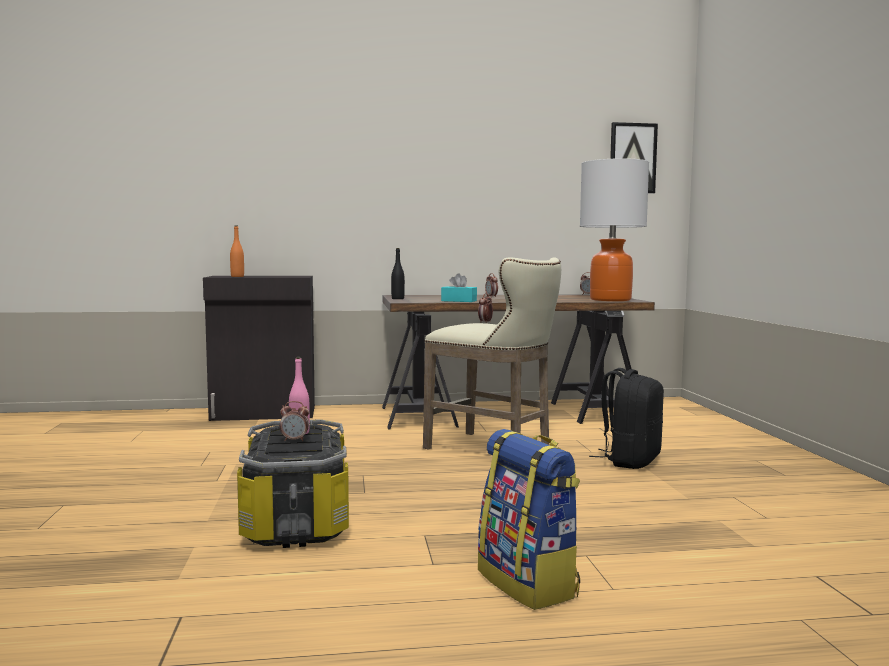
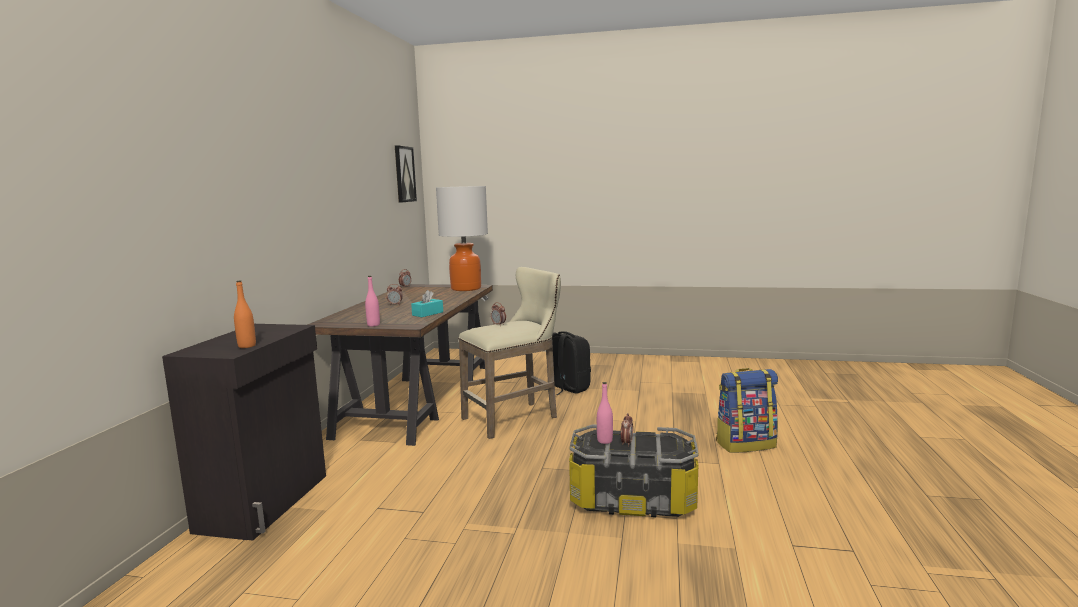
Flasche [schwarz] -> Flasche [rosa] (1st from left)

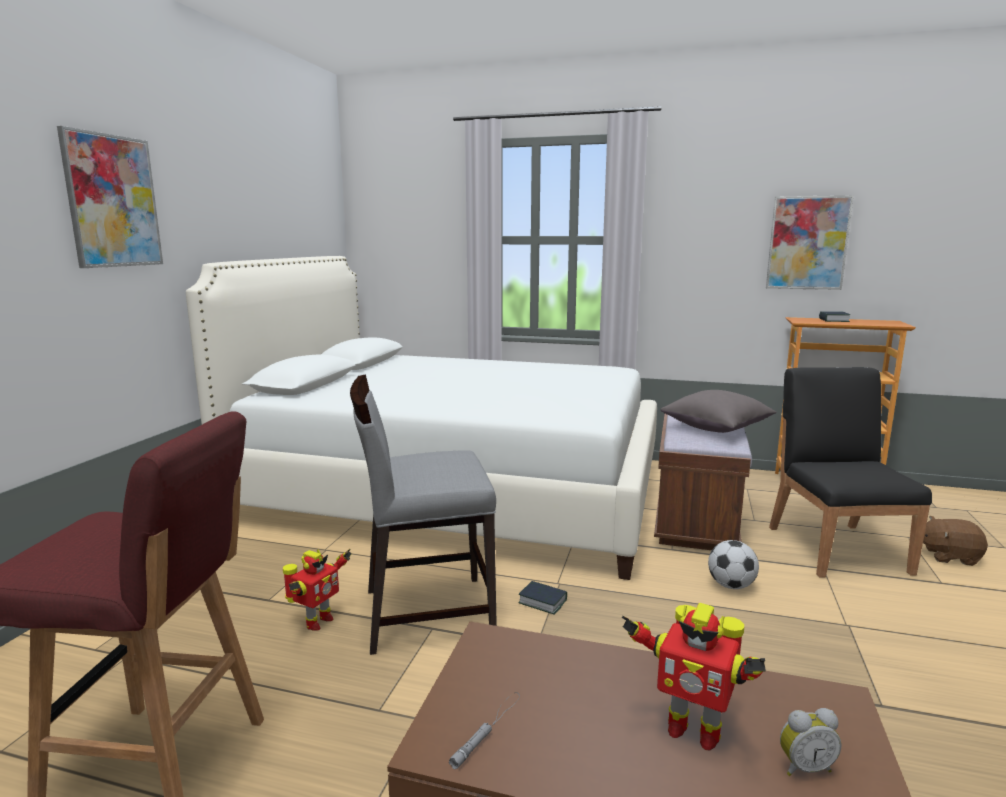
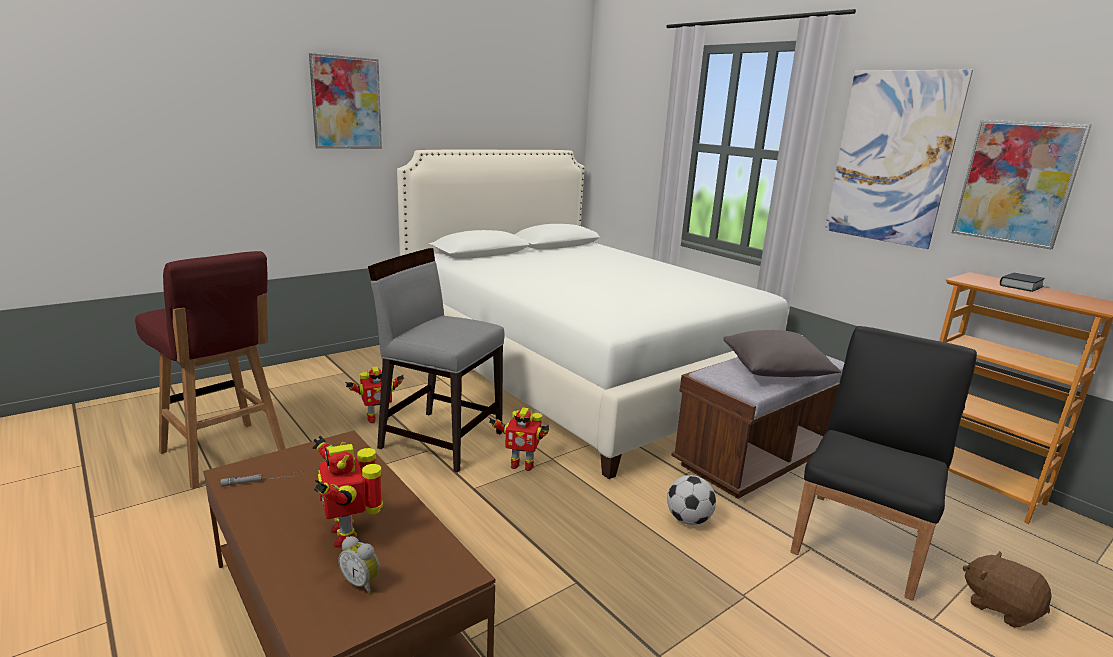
none -> Bild (2nd from left)
Buch (1st from left) -> Spielzeugroboter (3rd from left)

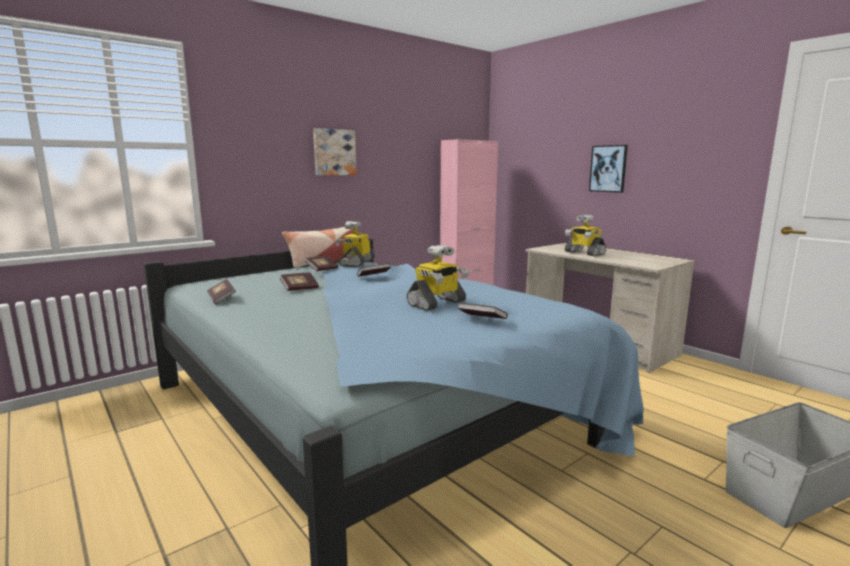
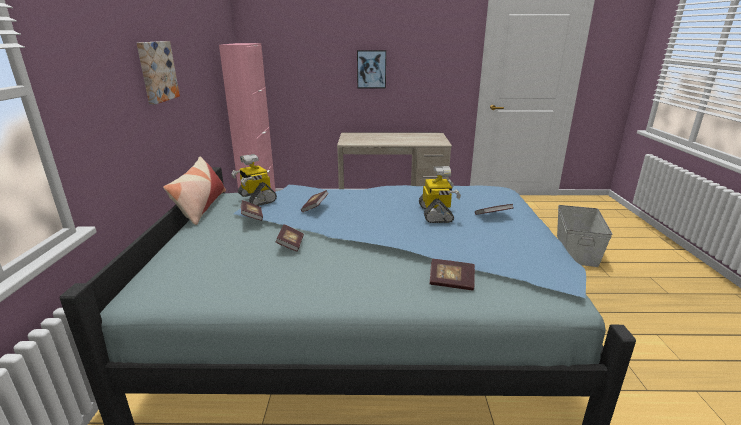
Spielzeugroboter (3rd from left) -> none
Buch (1st from left in the first image) -> Buch (4th from left), moved

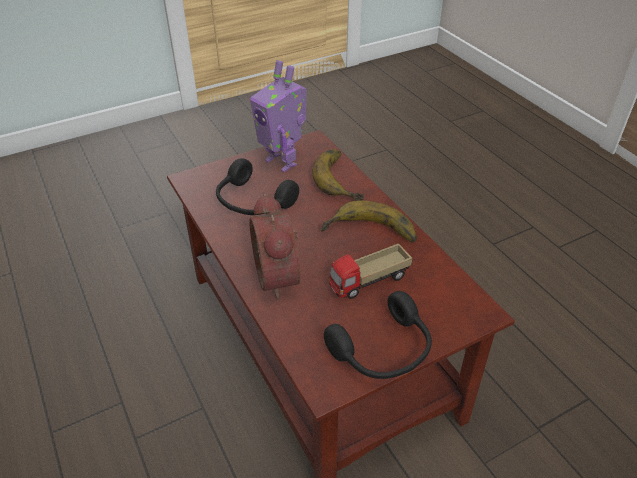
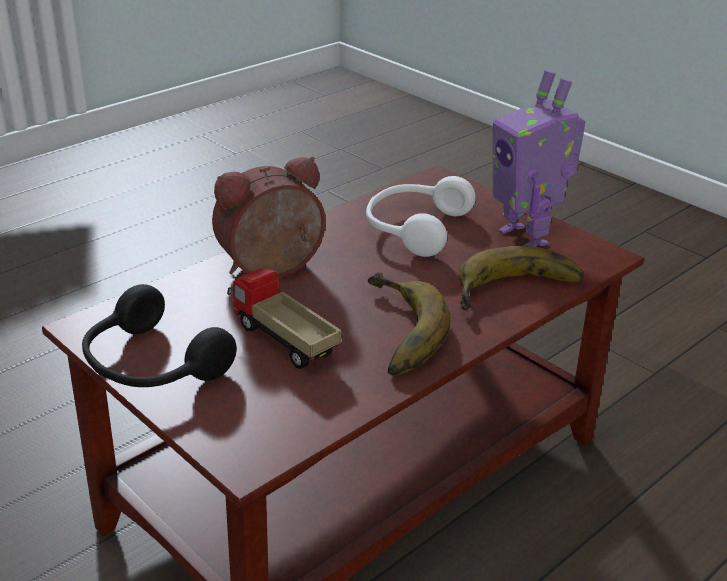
Kopfhörer [schwarz] (1st from left) -> Kopfhörer [weiß]
Spielzeugroboter, 60 degrees counterclockwise

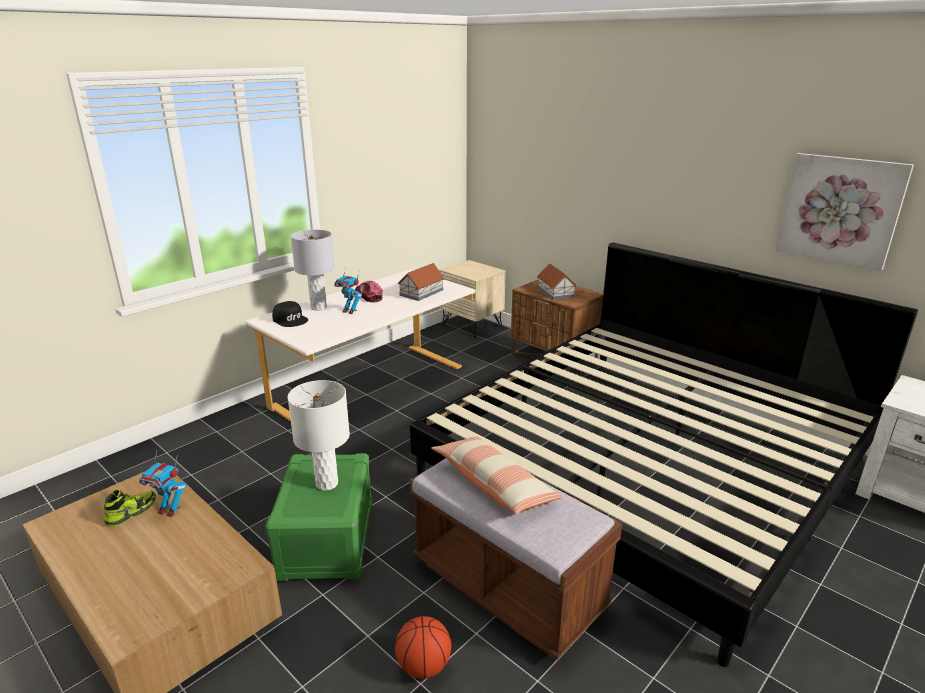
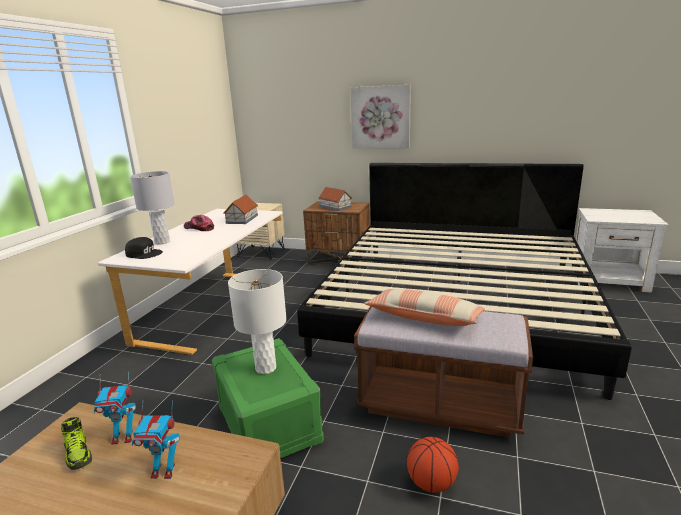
Spielzeugroboter (2nd from left), moved
Bild, moved
Schuh, 135 degrees clockwise

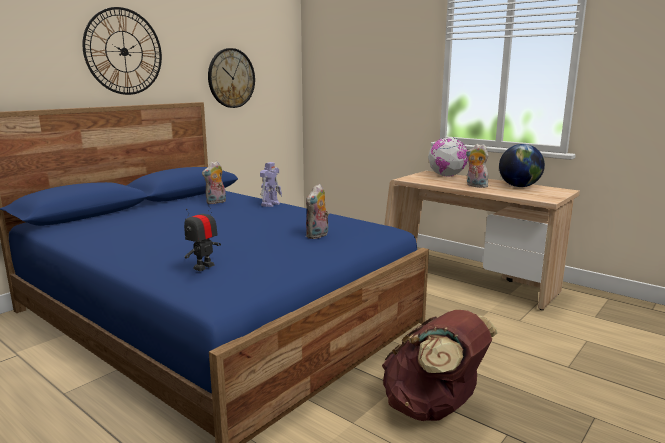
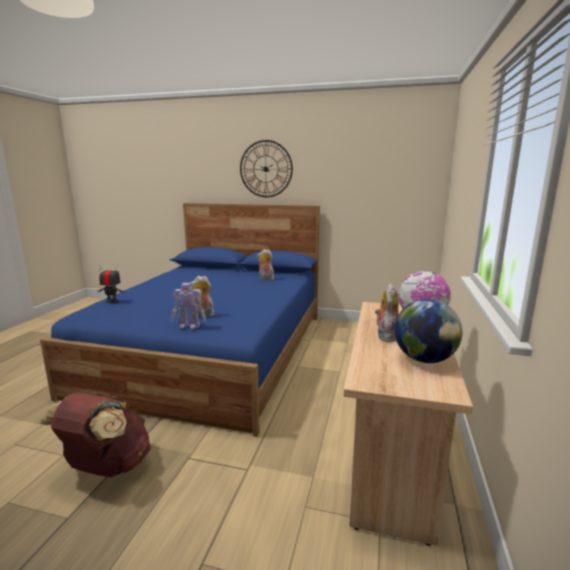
Wanduhr (2nd from left) -> none
Spielzeugroboter (2nd from left), moved

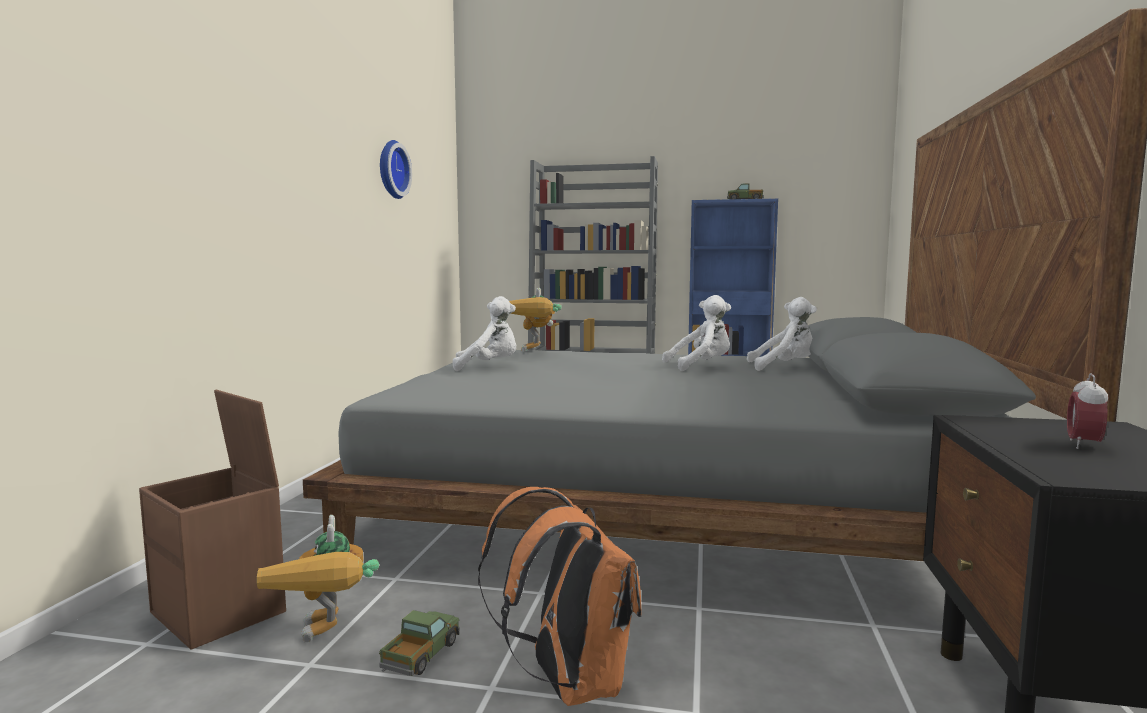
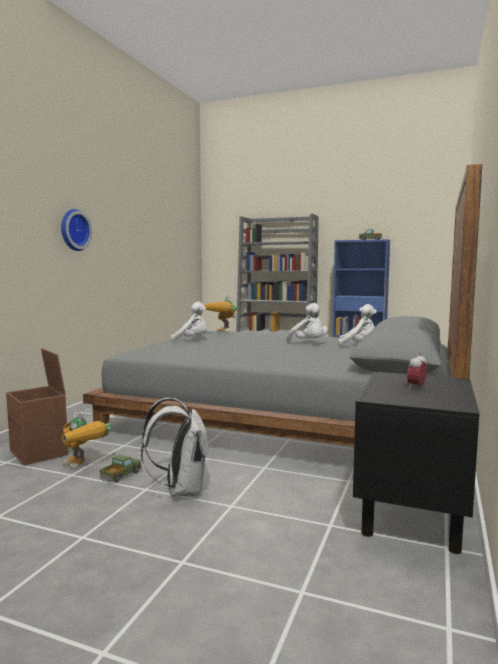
Wanduhr, moved
Rucksack [orange] -> Rucksack [weiß]
Spielzeugroboter (1st from left), 45 degrees counterclockwise
Plüschtier [weiß] (2nd from left), 60 degrees clockwise

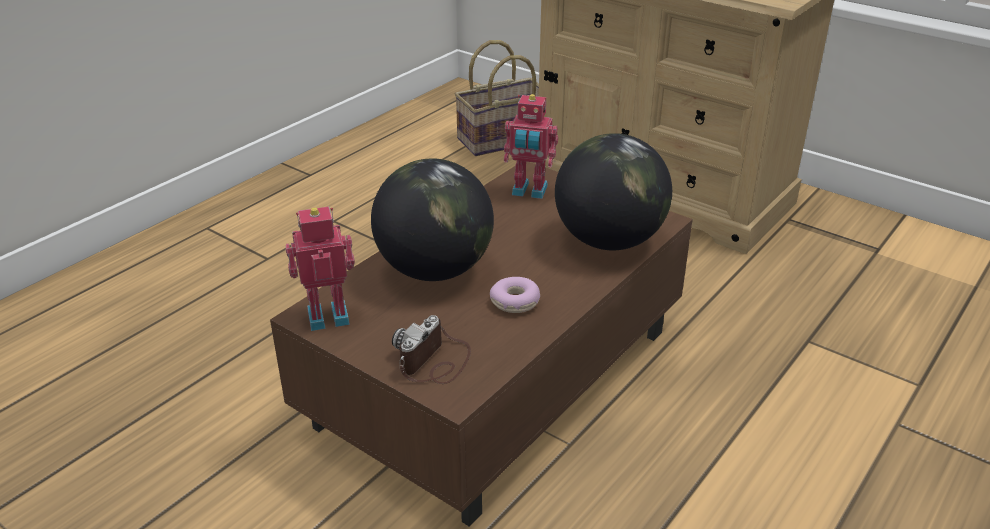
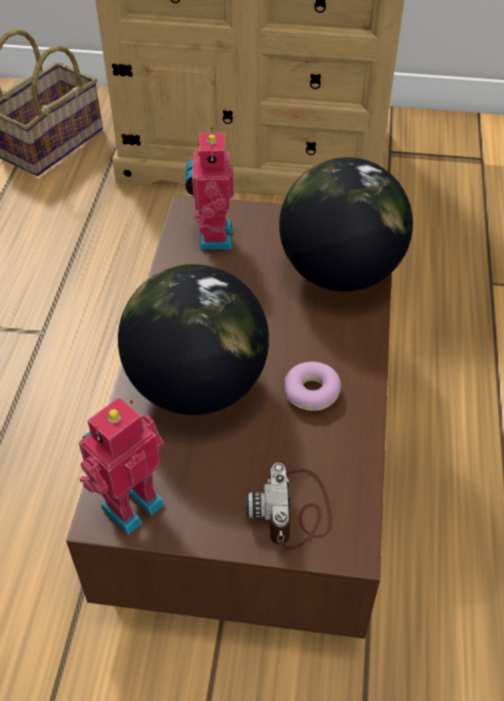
Spielzeugroboter (2nd from left), 105 degrees clockwise

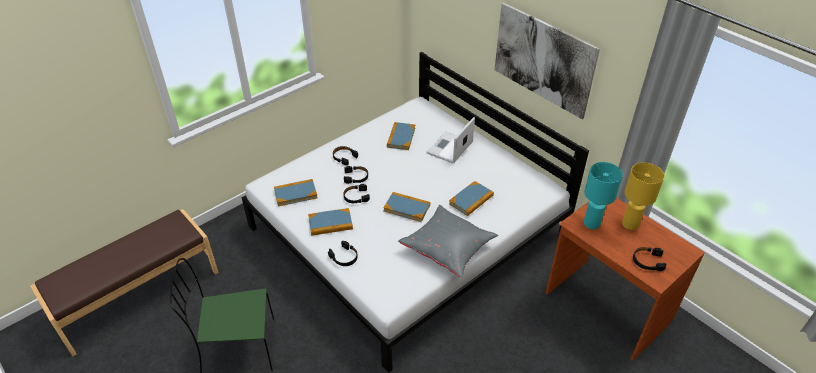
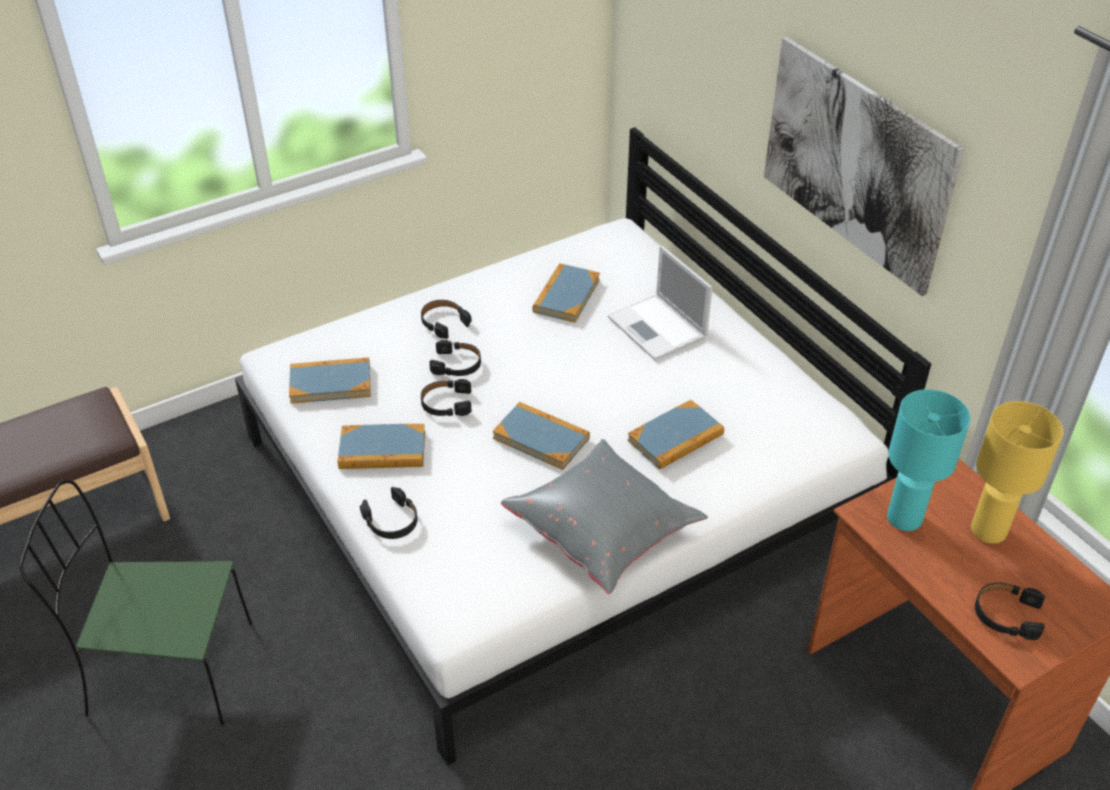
Laptop, 75 degrees counterclockwise

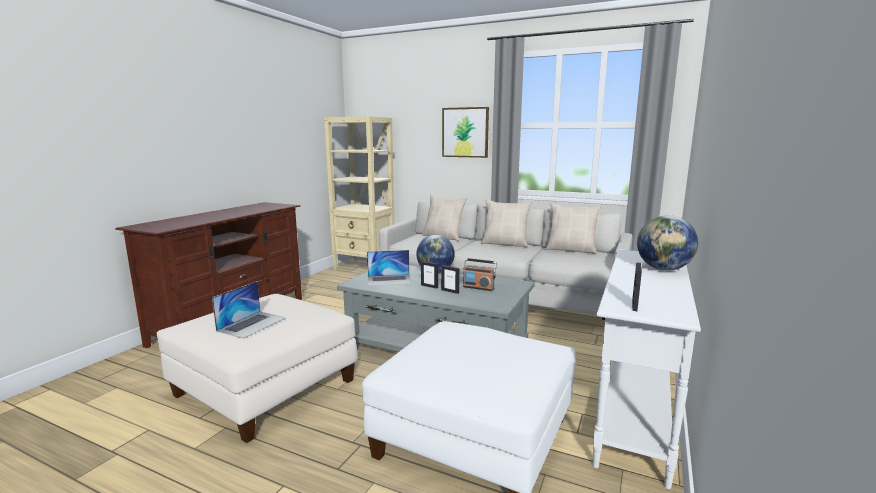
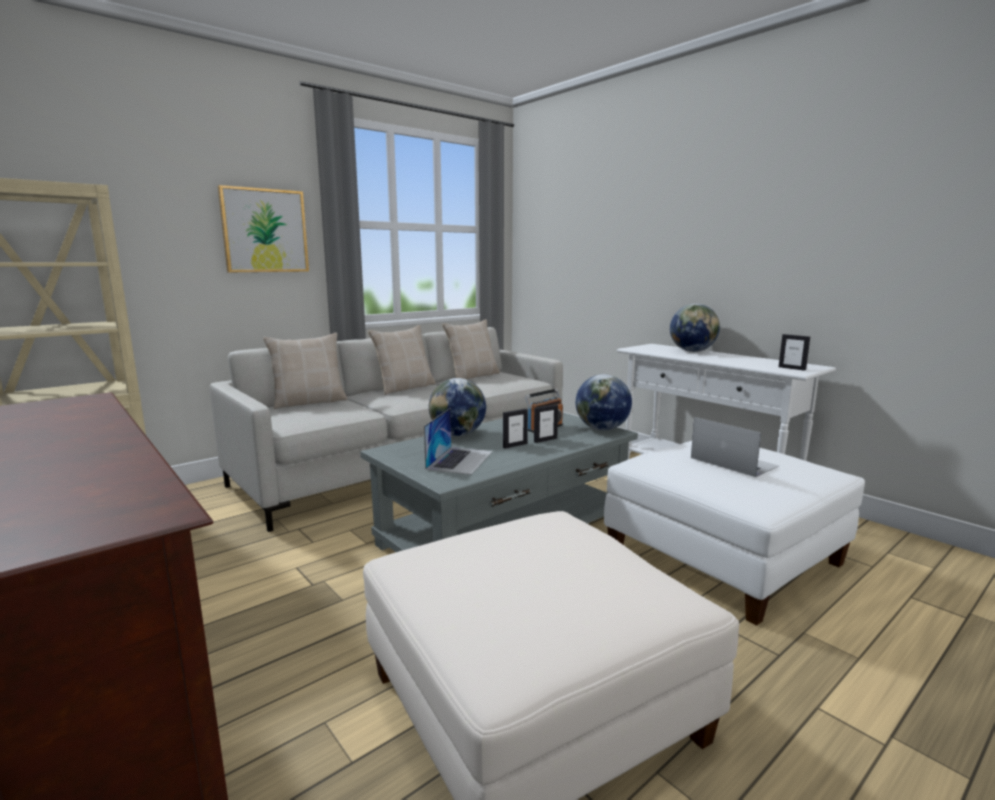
none -> Globus (2nd from left)
Laptop (1st from left in the first image) -> Laptop (2nd from left), moved

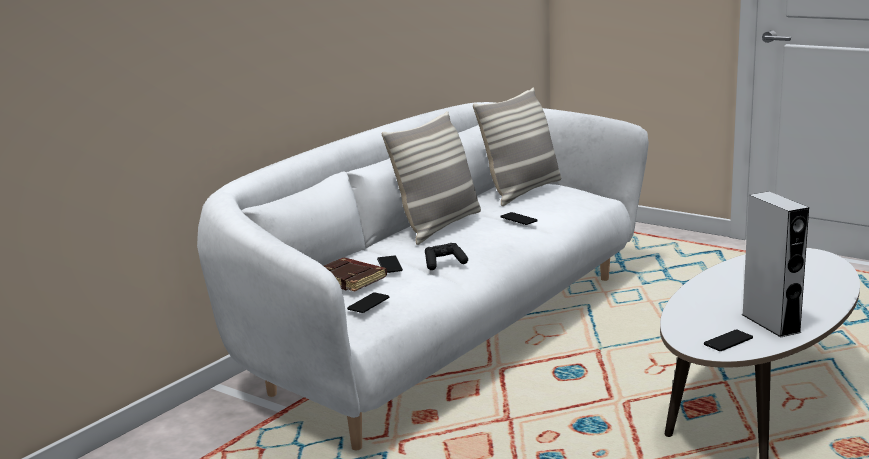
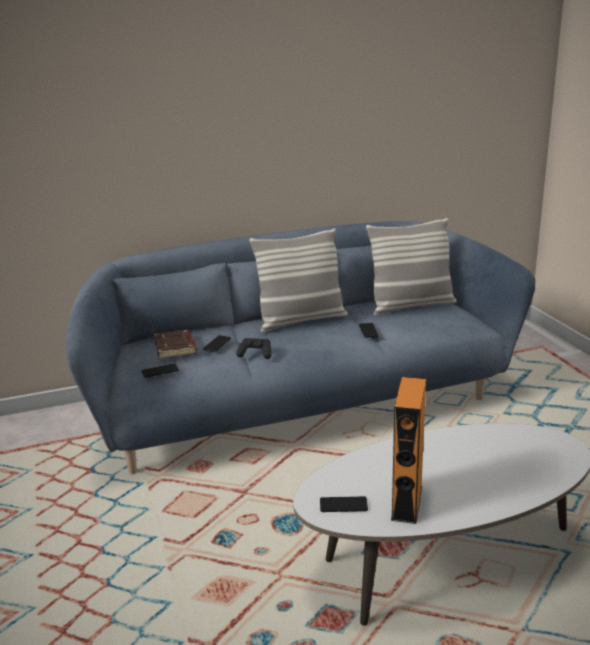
Sofa [weiß] -> Sofa [blau]
Lautsprecher [grau] -> Lautsprecher [orange]

